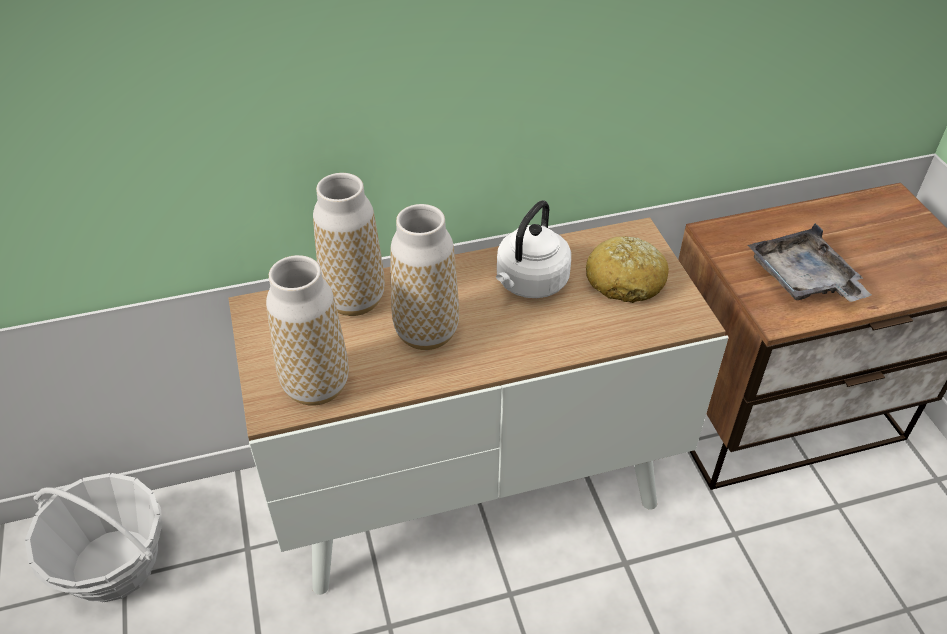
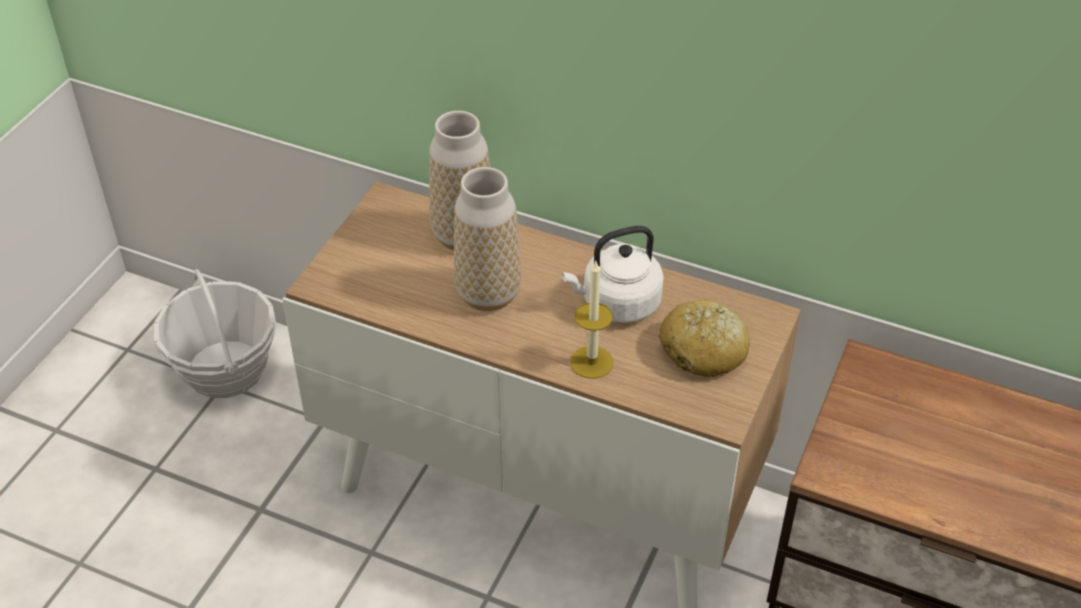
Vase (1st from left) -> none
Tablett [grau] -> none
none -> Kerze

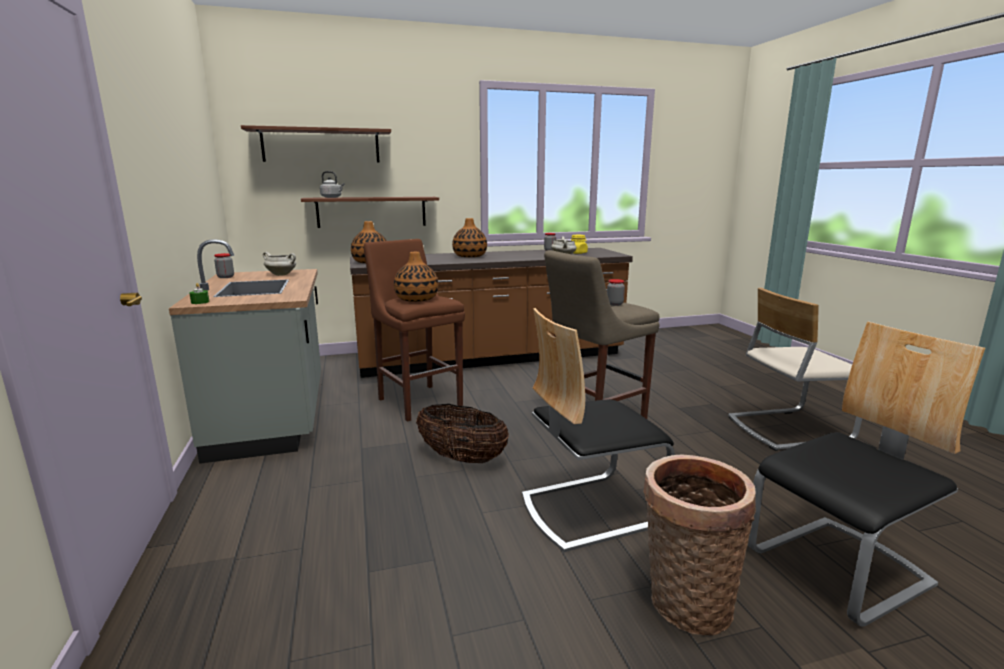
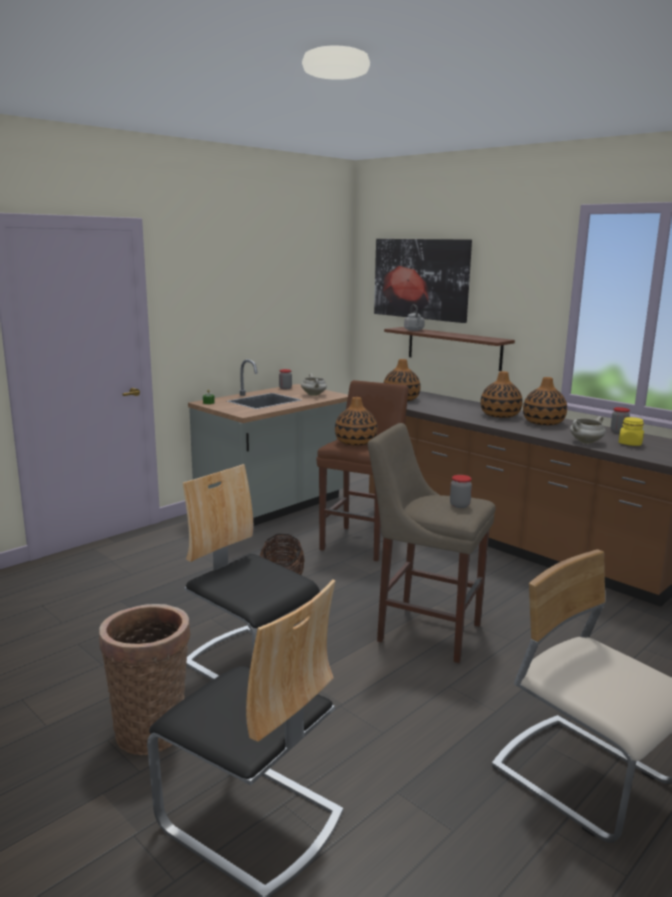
none -> Vase (4th from left)
Wandregal [braun] (1st from left) -> Bild

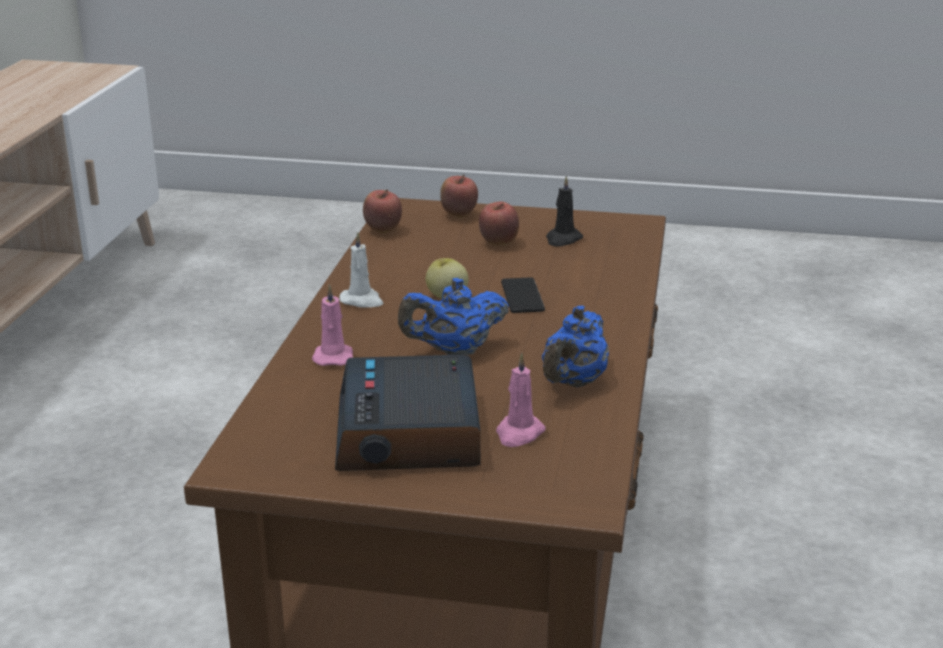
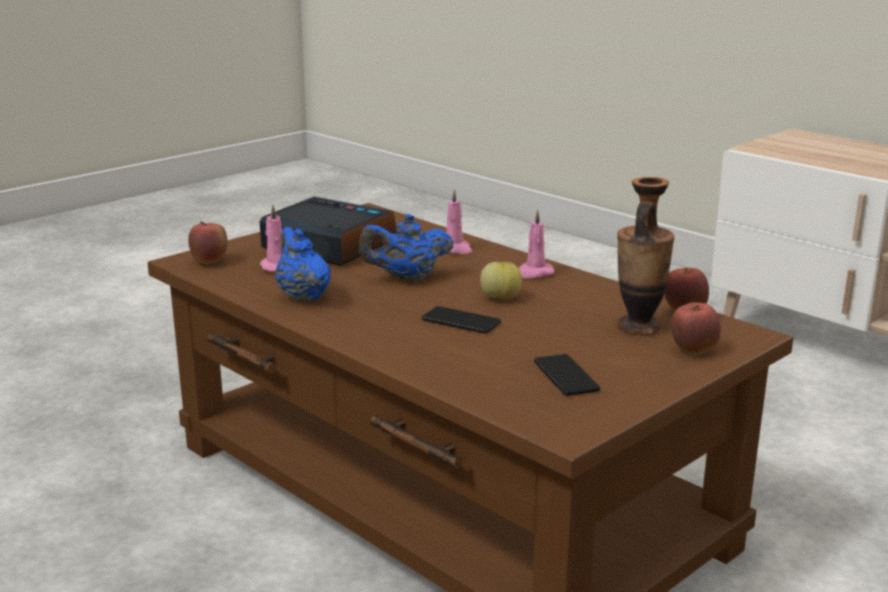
none -> Vase
Apfel (4th from left in the first image) -> Apfel (1st from left), moved
Kerze [schwarz] -> Handy (2nd from left)
Kerze [weiß] -> Kerze [rosa] (3rd from left)
Teekanne [blau] (1st from left in the first image) -> Teekanne [blau] (2nd from left), 120 degrees counterclockwise

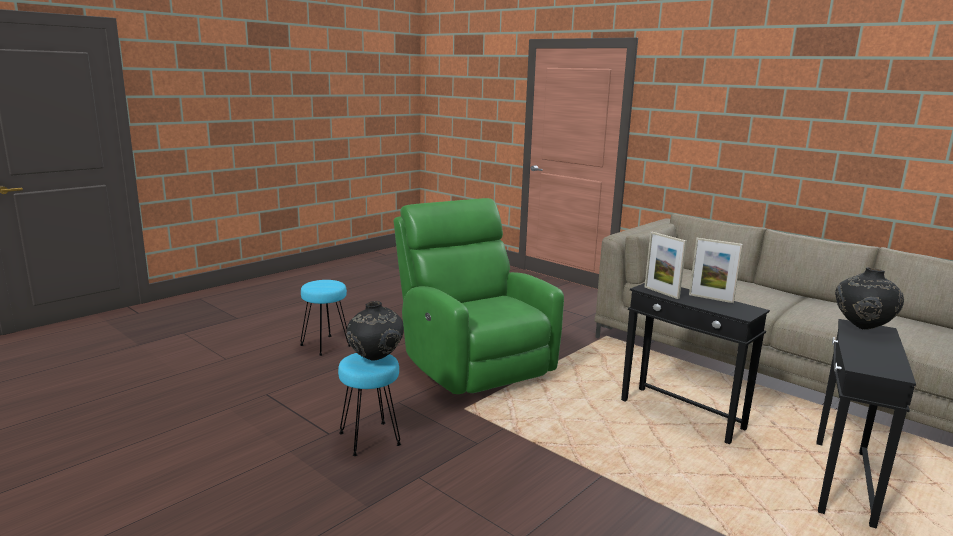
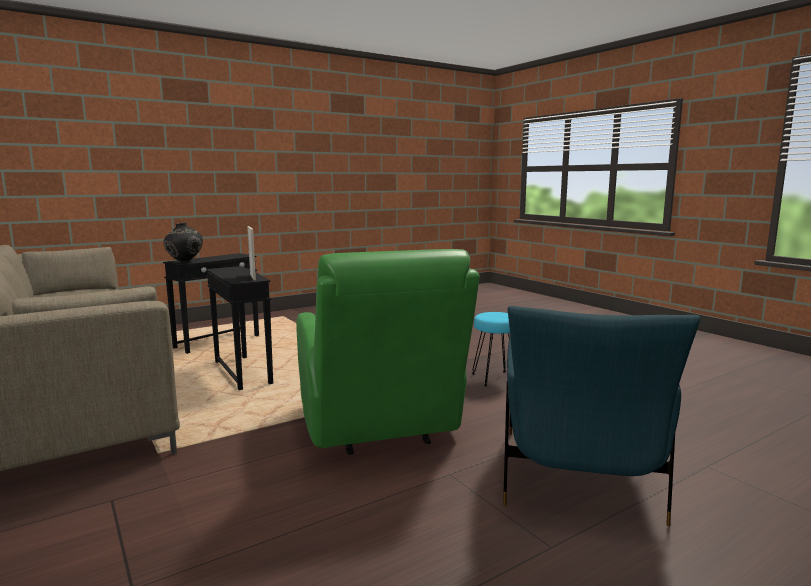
Vase [schwarz] (1st from left) -> none
Bilderrahmen (2nd from left) -> none
Hocker [türkis] (1st from left) -> Sessel [blau]

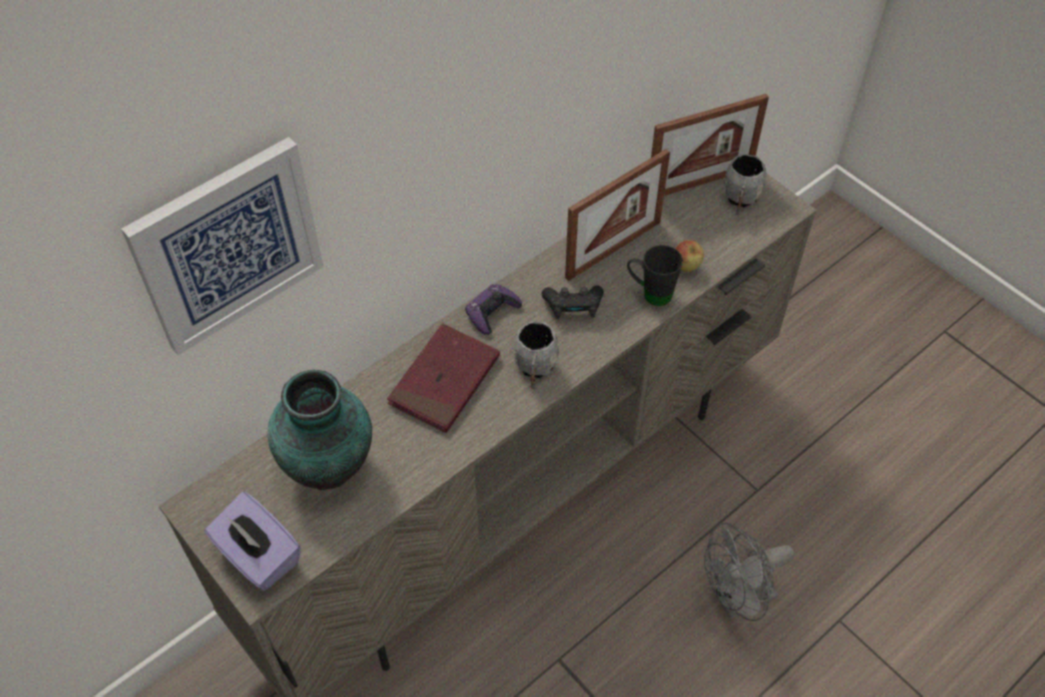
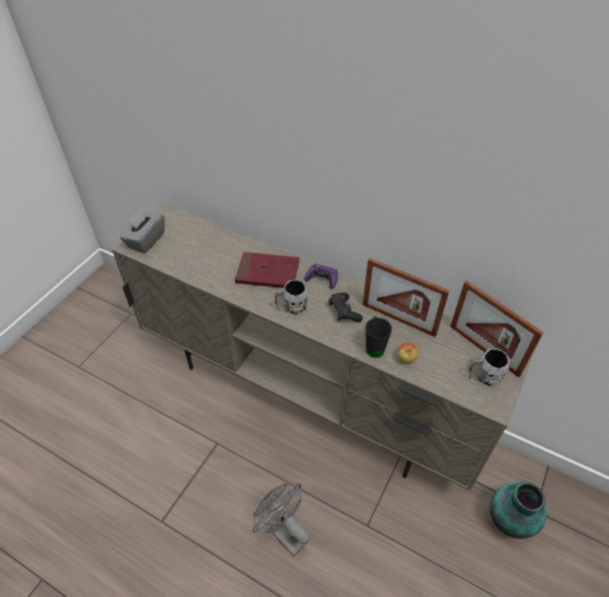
Bild -> none
Vase, moved
Taschentuchbox [lila] -> Taschentuchbox [grau]

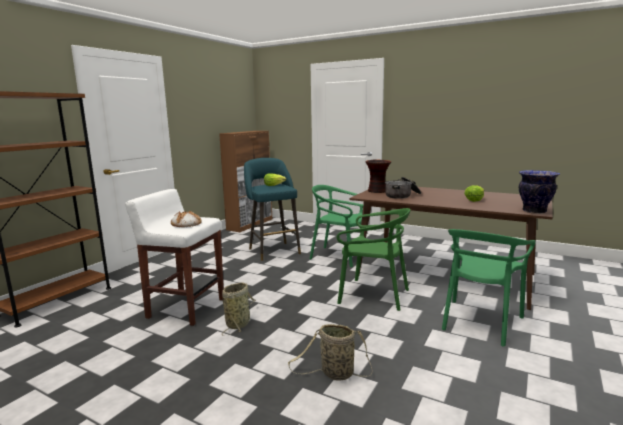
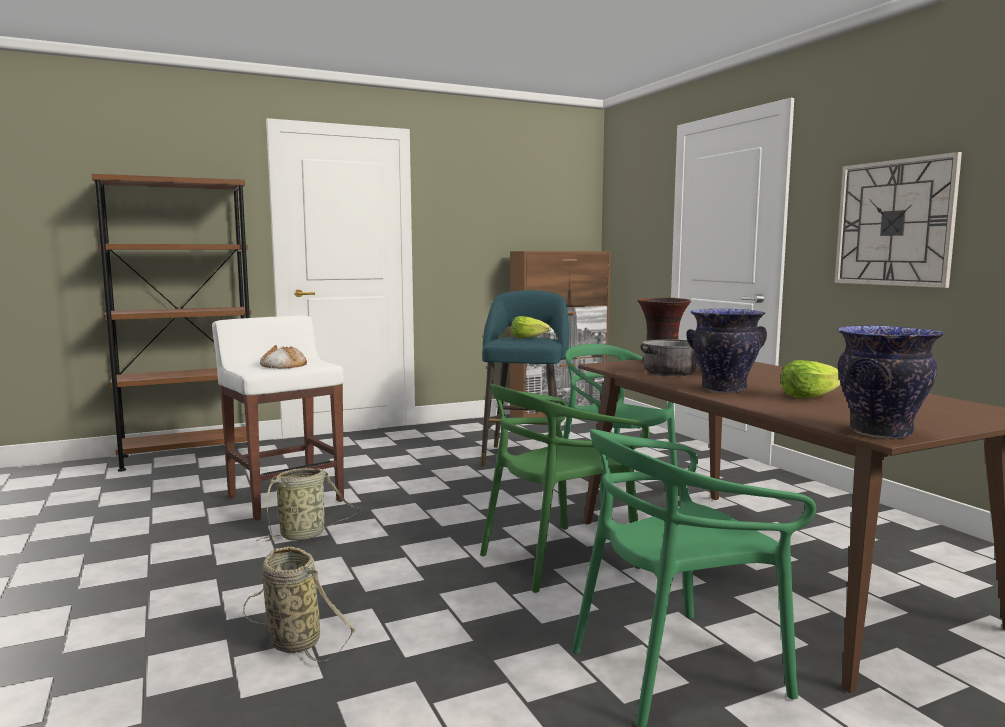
none -> Vase (2nd from left)
none -> Wanduhr
Stuhl [grün] (2nd from left in the first image) -> Stuhl [grün] (1st from left), 90 degrees clockwise

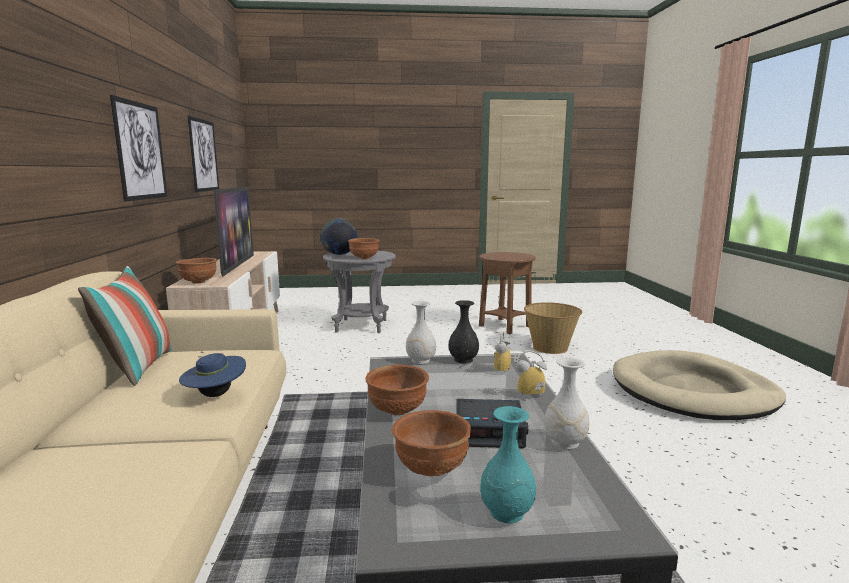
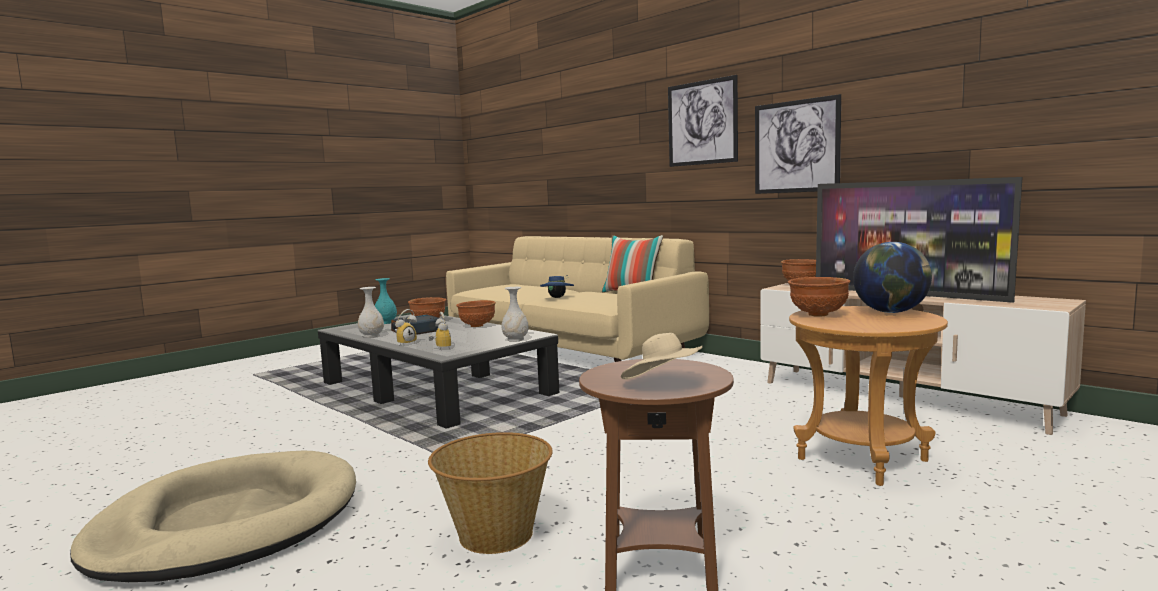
Vase [schwarz] -> none
none -> Hut [beige]
Bild (2nd from left in the first image) -> Bild (1st from left), moved
Beistelltisch [grau] -> Beistelltisch [braun] (2nd from left)

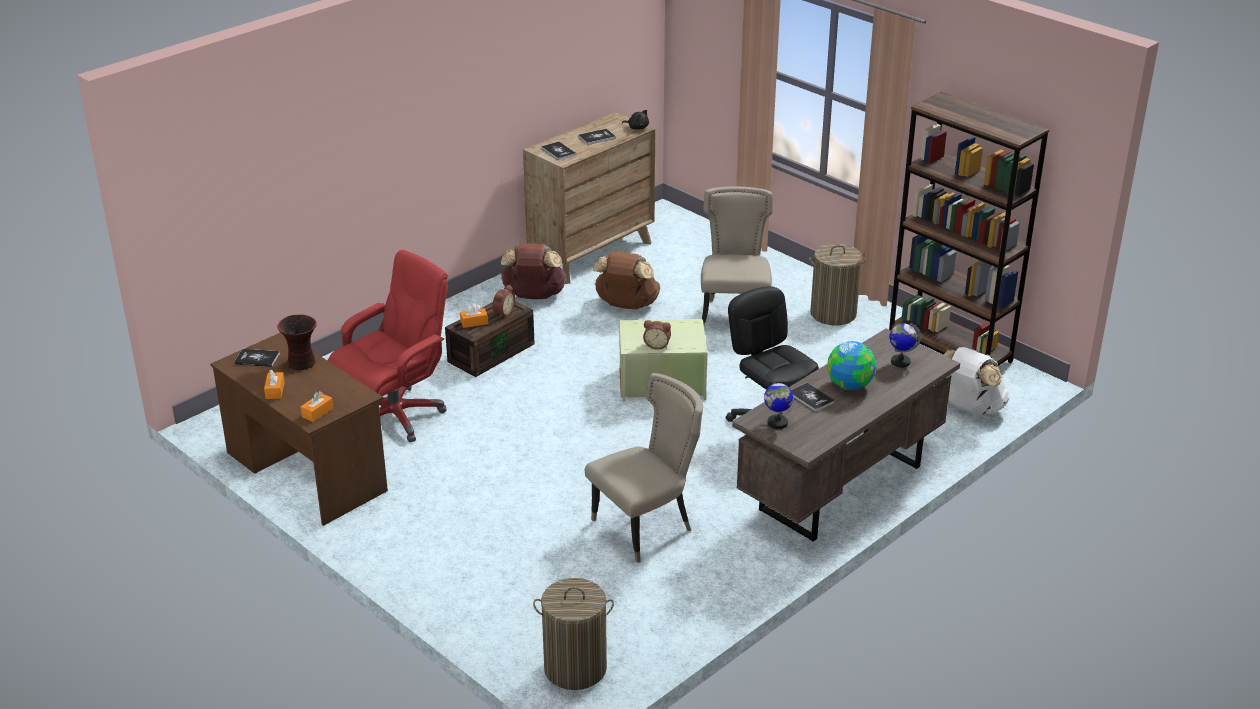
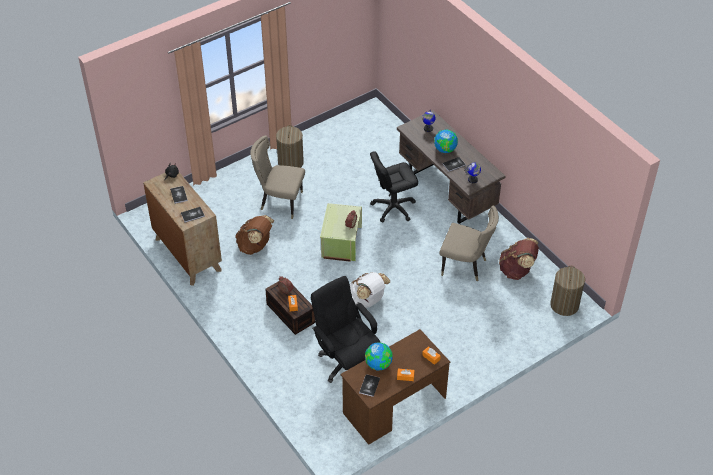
Bücherregal [braun] -> none
Rucksack [braun] (1st from left in the first image) -> Rucksack [braun] (2nd from left), moved
Rucksack [weiß], moved
Vase -> Globus (1st from left)
Bürostuhl [rot] -> Bürostuhl [schwarz] (1st from left)
Stuhl [beige] (1st from left in the first image) -> Stuhl [beige] (2nd from left), 135 degrees clockwise

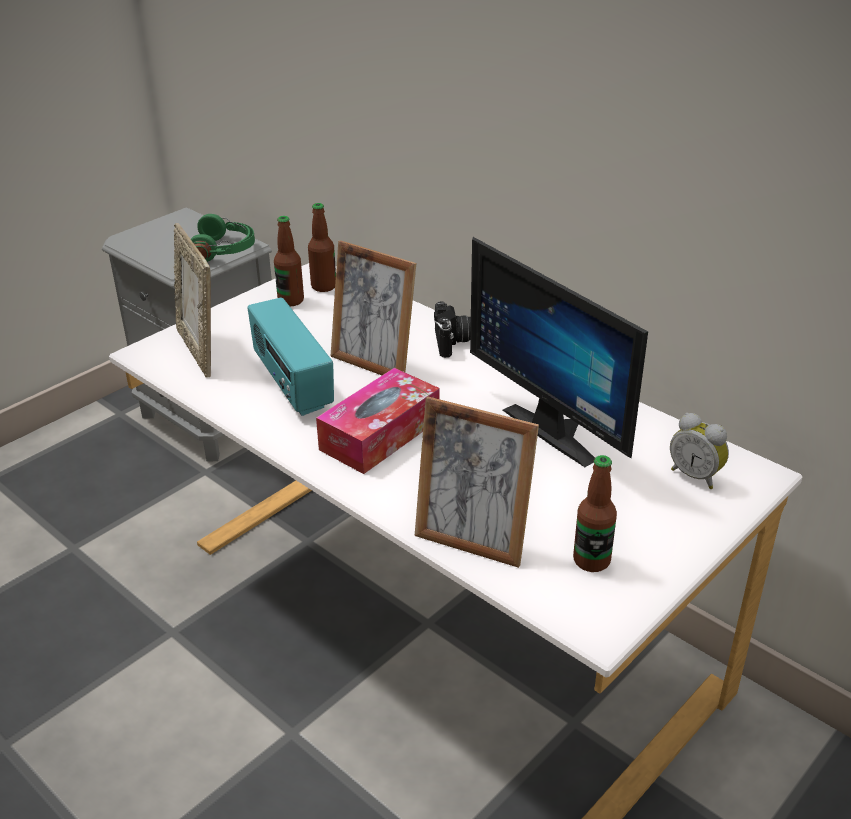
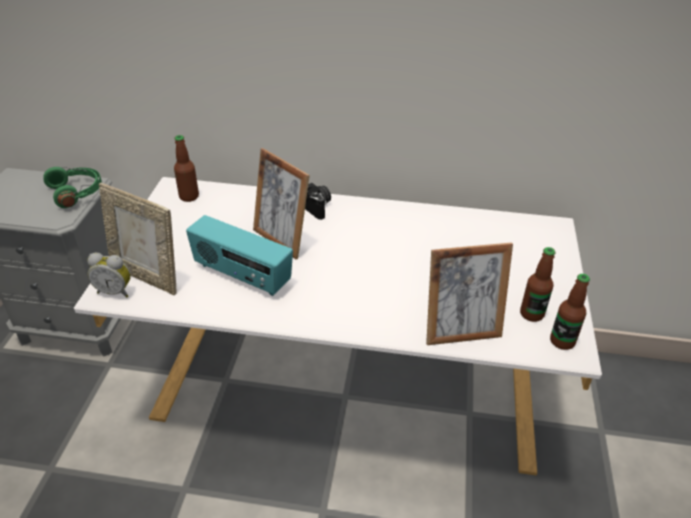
Taschentuchbox -> none
Monitor -> none
Flasche (1st from left in the first image) -> Flasche (3rd from left), moved
Wecker, moved
Bilderrahmen (2nd from left), 45 degrees clockwise

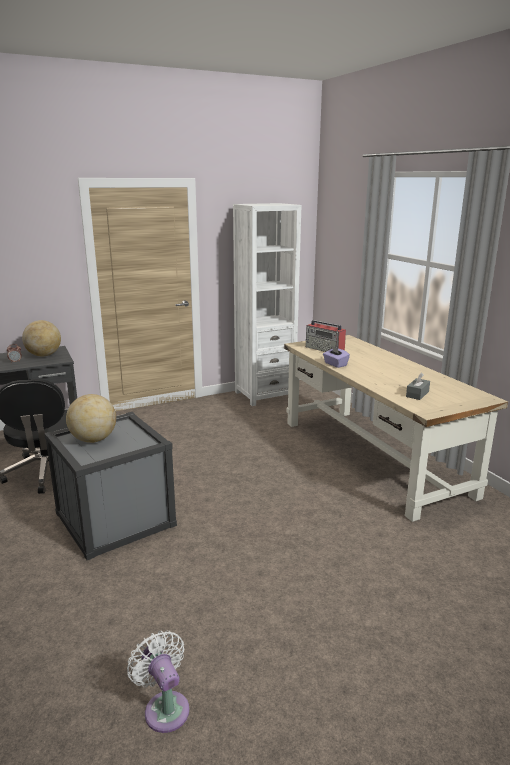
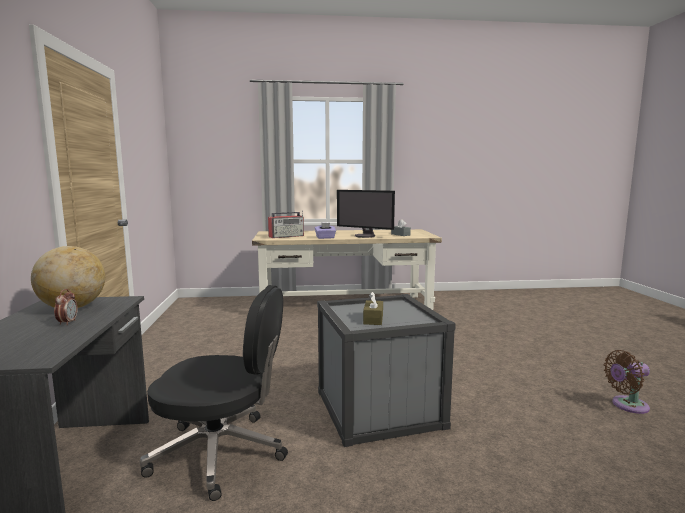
Bücherregal [weiß] -> none
none -> Monitor
Globus (2nd from left) -> Taschentuchbox [braun]
Ventilator [weiß] -> Ventilator [braun]

